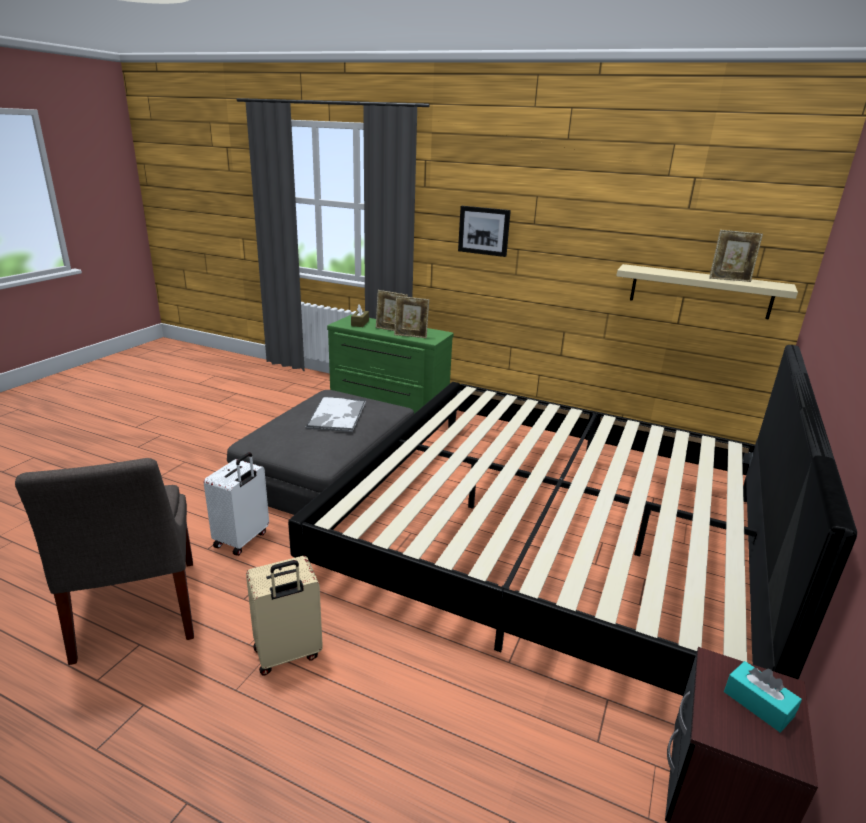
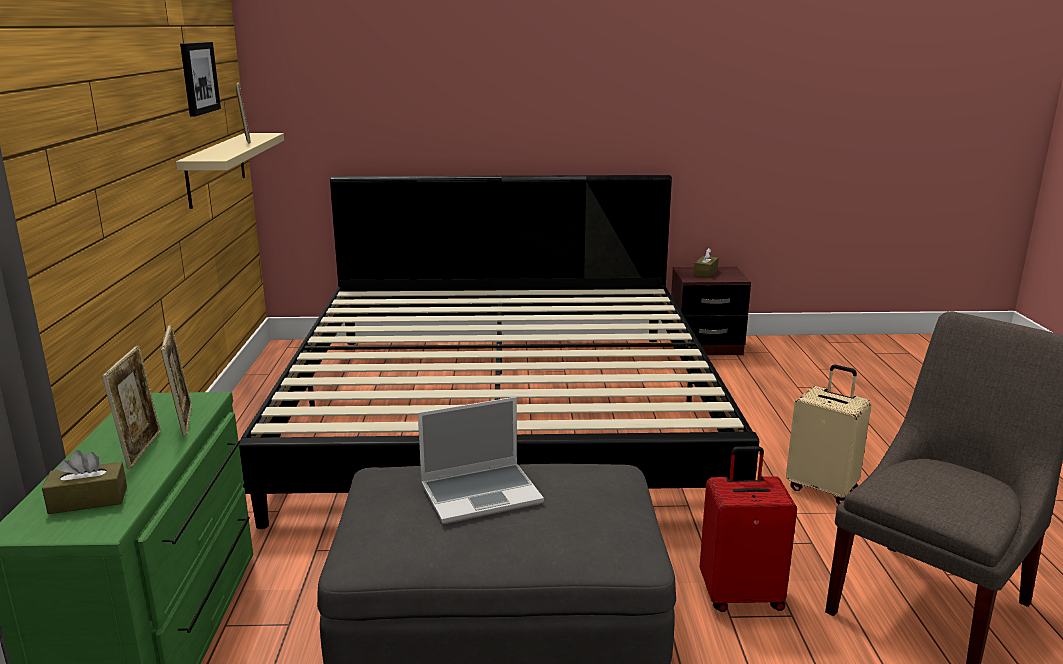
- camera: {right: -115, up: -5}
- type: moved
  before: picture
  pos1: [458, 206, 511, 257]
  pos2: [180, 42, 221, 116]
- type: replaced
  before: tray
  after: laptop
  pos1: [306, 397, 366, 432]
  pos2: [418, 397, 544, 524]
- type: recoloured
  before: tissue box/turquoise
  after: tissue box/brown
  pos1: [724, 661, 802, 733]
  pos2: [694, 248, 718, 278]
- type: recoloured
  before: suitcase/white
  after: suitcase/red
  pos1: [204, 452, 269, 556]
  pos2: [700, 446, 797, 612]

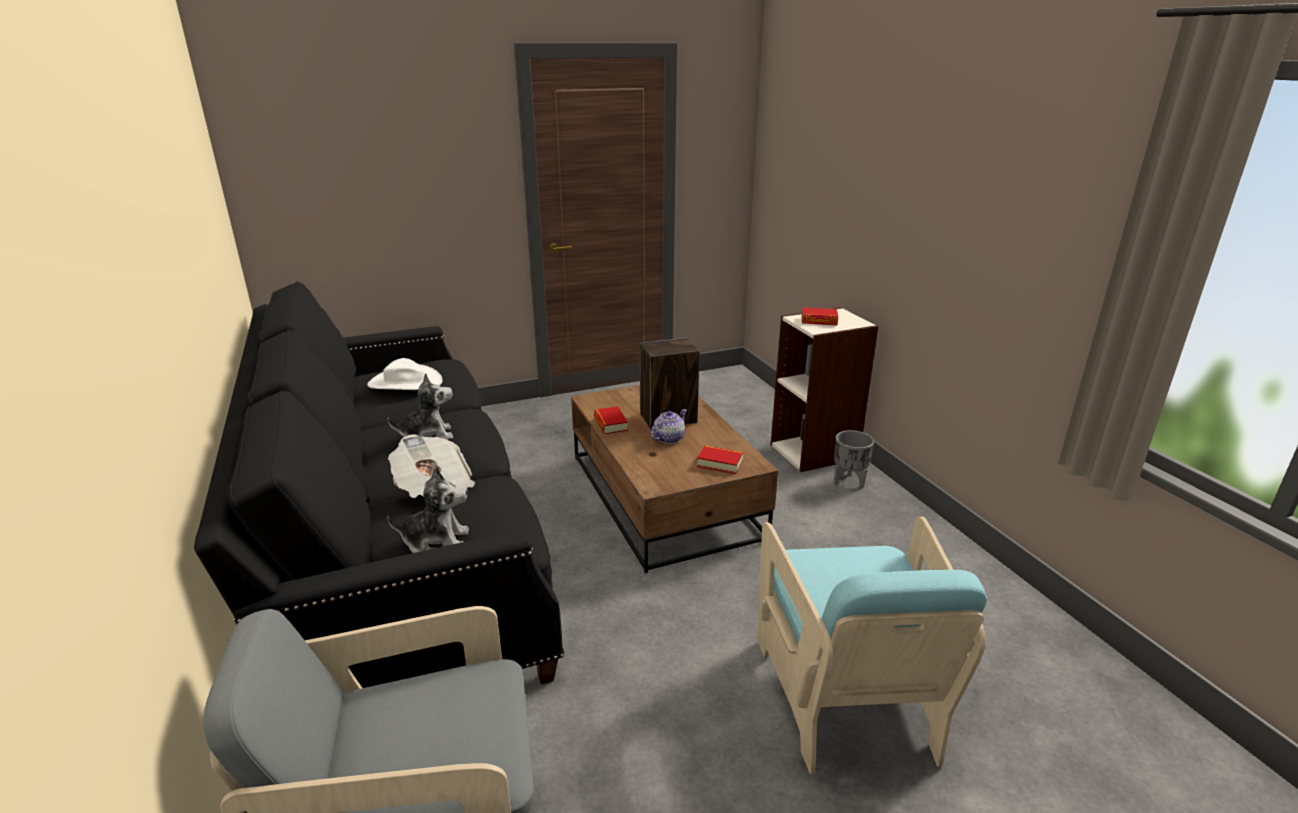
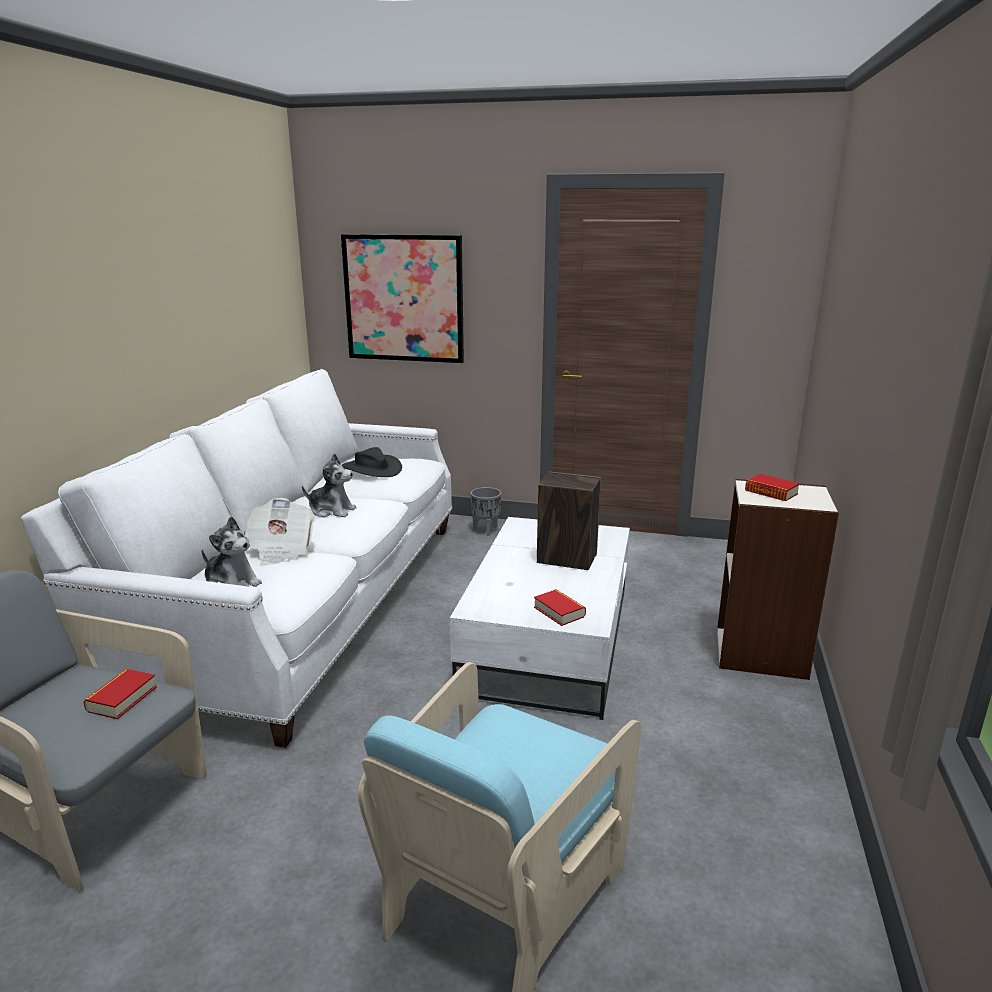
- camera: {right: 35, up: -5}
- type: recoloured
  before: sofa/black
  after: sofa/white
  pos1: [194, 282, 564, 688]
  pos2: [21, 369, 452, 748]
- type: moved
  before: book
  pos1: [594, 406, 628, 434]
  pos2: [83, 669, 157, 719]
- type: added
  after: picture
  pos2: [341, 234, 464, 363]
- type: recoloured
  before: hat/white
  after: hat/black
  pos1: [367, 358, 442, 390]
  pos2: [342, 447, 402, 477]
- type: recoloured
  before: coffee table/brown
  after: coffee table/white
  pos1: [571, 385, 778, 573]
  pos2: [450, 517, 630, 720]
- type: moved
  before: planter/grey
  pos1: [834, 430, 874, 488]
  pos2: [471, 487, 501, 536]
- type: removed
  before: teapot
  pos1: [651, 409, 687, 444]

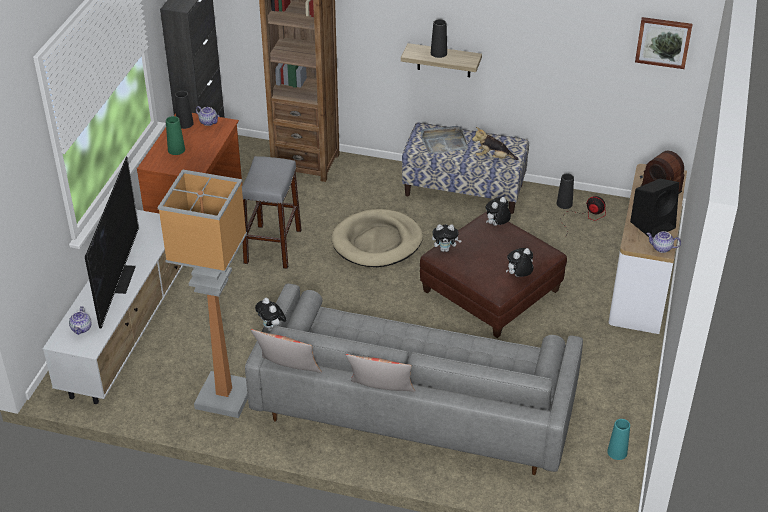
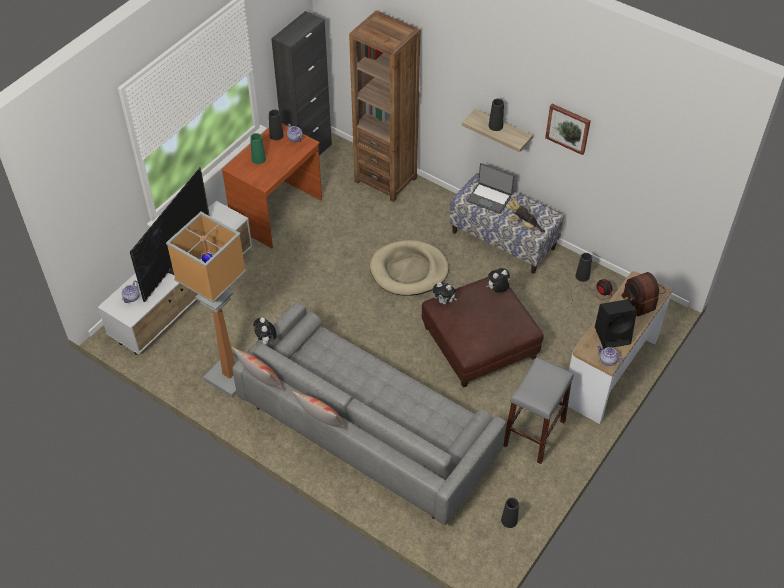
- camera: {right: 20, up: 10}
- type: replaced
  before: tray/grey
  after: laptop
  pos1: [421, 126, 468, 154]
  pos2: [467, 163, 514, 214]
- type: recoloured
  before: vase/turquoise
  after: vase/black
  pos1: [607, 419, 630, 460]
  pos2: [501, 498, 519, 528]
- type: moved
  before: stool/grey
  pos1: [242, 156, 302, 269]
  pos2: [503, 357, 574, 464]
- type: moved
  before: picture
  pos1: [635, 17, 693, 69]
  pos2: [545, 104, 591, 155]
- type: removed
  before: plush toy
  pos1: [506, 248, 533, 277]

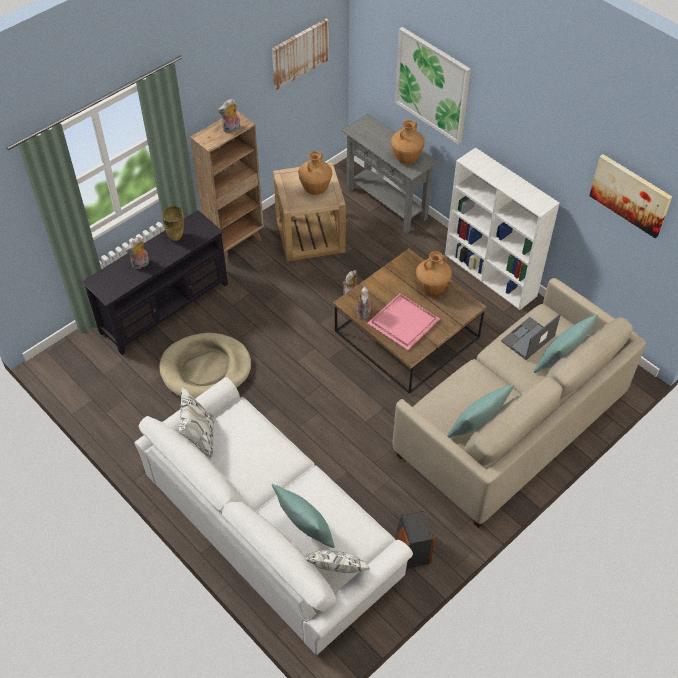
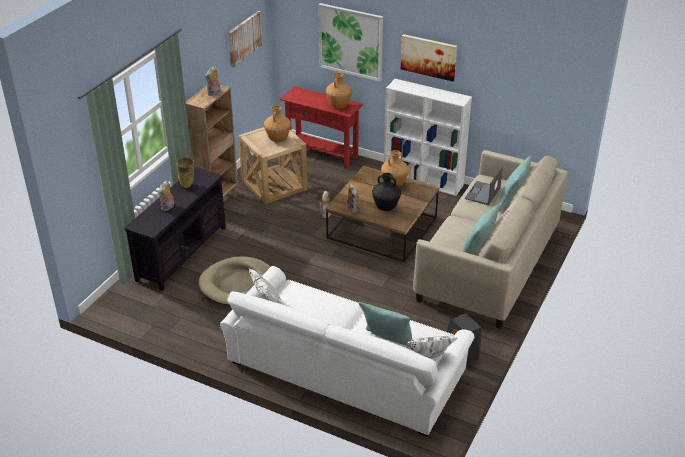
- camera: {right: -20, up: -15}
- type: recoloured
  before: console table/grey
  after: console table/red
  pos1: [342, 114, 439, 233]
  pos2: [280, 86, 363, 169]
- type: replaced
  before: tray/pink
  after: vase/black
  pos1: [368, 293, 440, 350]
  pos2: [372, 173, 401, 211]
- type: moved
  before: picture
  pos1: [589, 154, 672, 238]
  pos2: [401, 34, 457, 81]

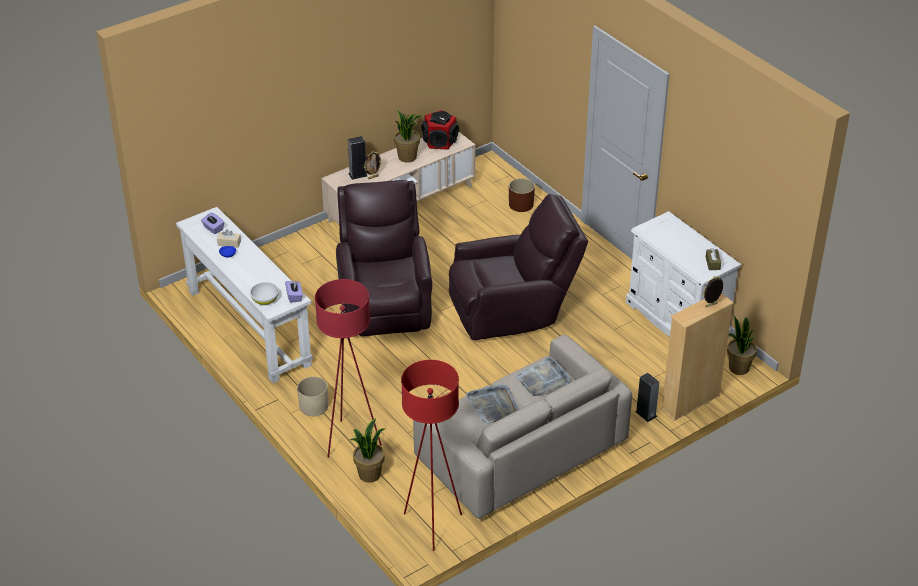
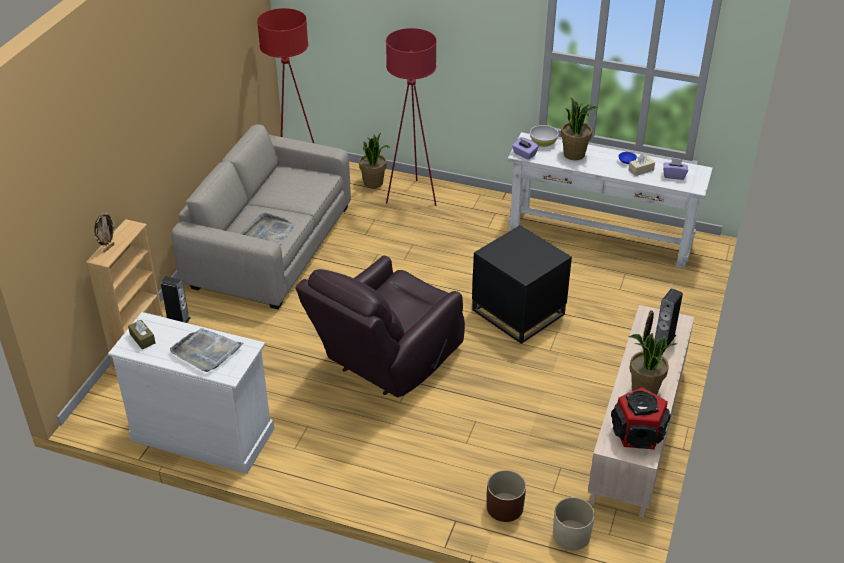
- camera: {right: 145, up: 0}
- type: moved
  before: tray/grey
  pos1: [466, 385, 519, 424]
  pos2: [170, 328, 244, 372]
- type: replaced
  before: armchair/brown
  after: side table/black
  pos1: [336, 180, 432, 336]
  pos2: [472, 225, 572, 344]
- type: moved
  before: planter/beige
  pos1: [297, 376, 328, 416]
  pos2: [553, 497, 595, 550]
- type: moved
  before: potted plant
  pos1: [727, 315, 757, 375]
  pos2: [561, 97, 598, 160]

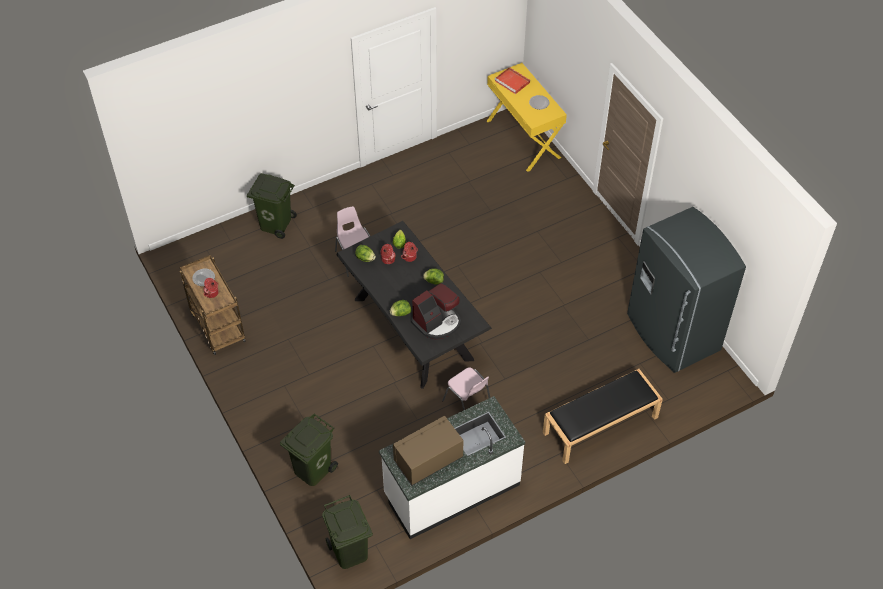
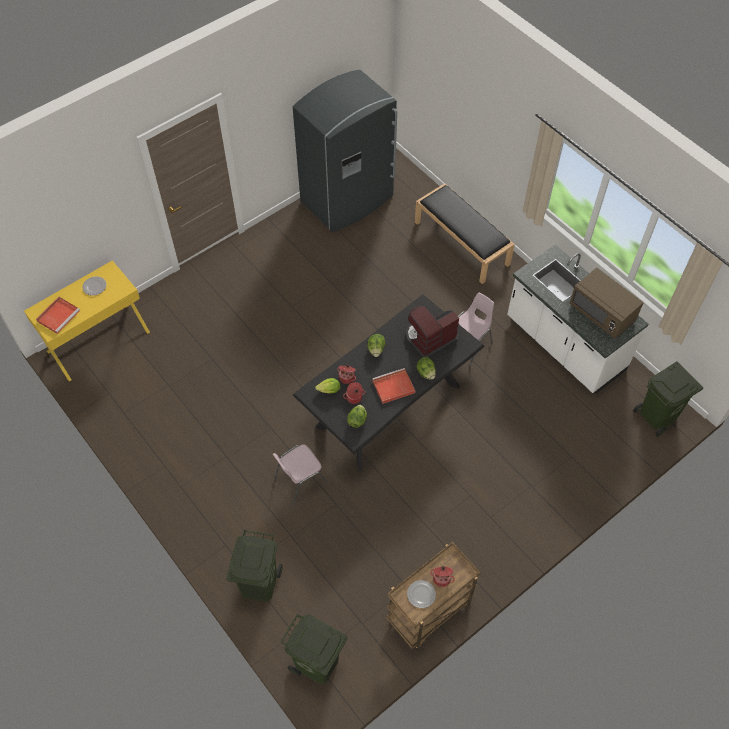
- camera: {right: -100, up: 5}
- type: moved
  before: trash can/green
  pos1: [280, 413, 338, 486]
  pos2: [280, 614, 348, 684]
- type: added
  after: tray/red
  pos2: [372, 368, 415, 404]
- type: turned
  before: coffee machine
  pos1: [411, 283, 461, 339]
  pos2: [405, 306, 459, 358]
  turn: -75

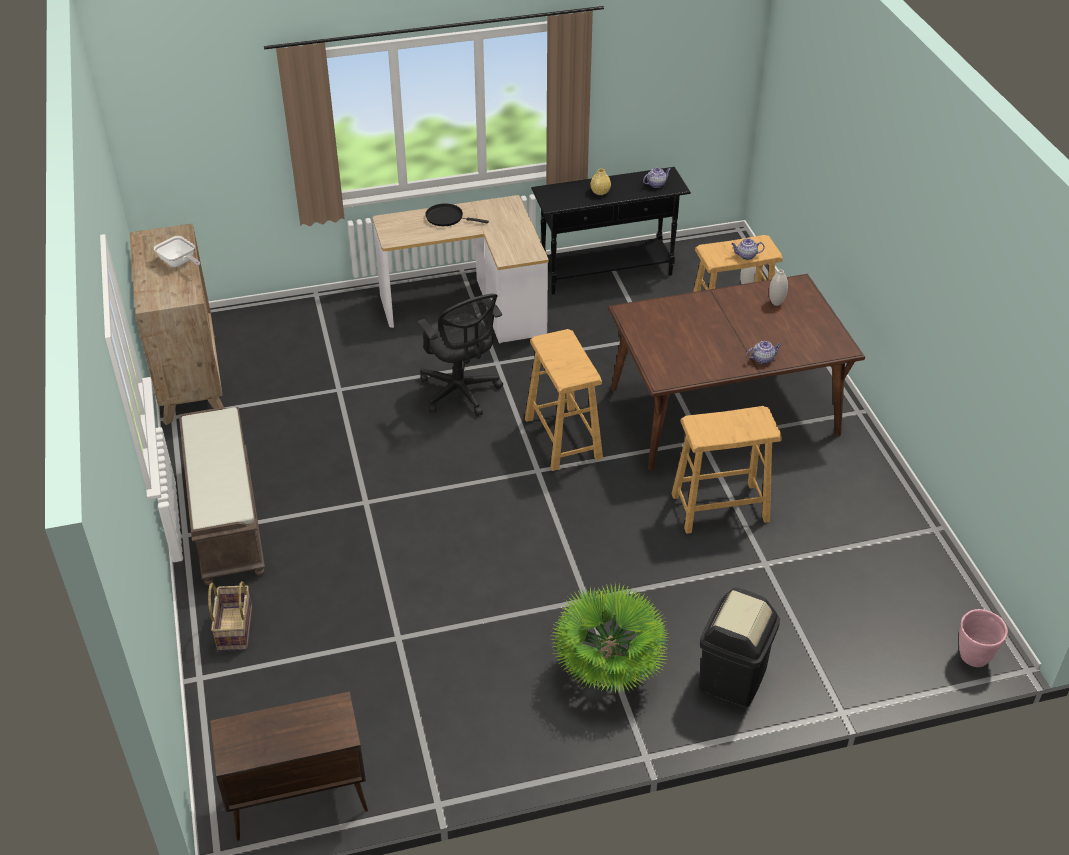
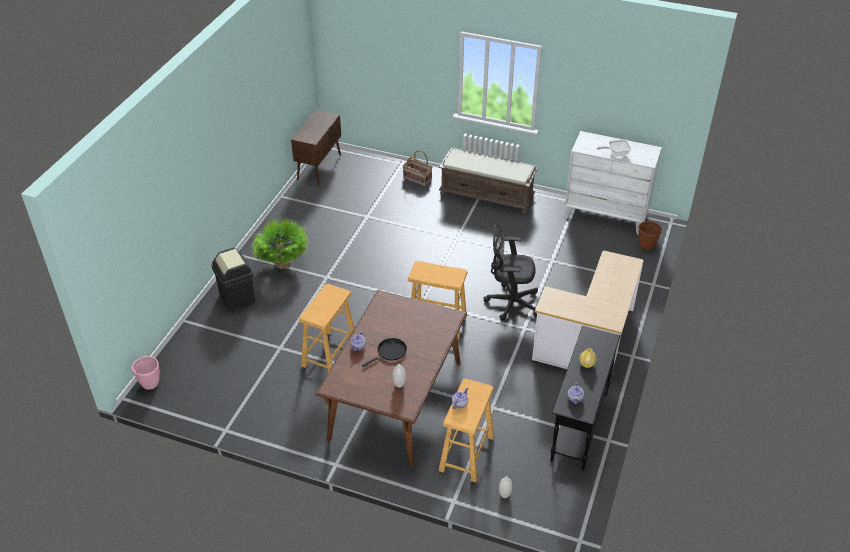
- camera: {right: 125, up: 0}
- type: moved
  before: frying pan/black
  pos1: [425, 203, 489, 226]
  pos2: [362, 338, 407, 367]
- type: recoloured
  before: dresser/brown
  after: dresser/white
  pos1: [129, 223, 224, 425]
  pos2: [565, 131, 662, 235]
- type: added
  after: planter/brown
  pos2: [638, 221, 662, 250]

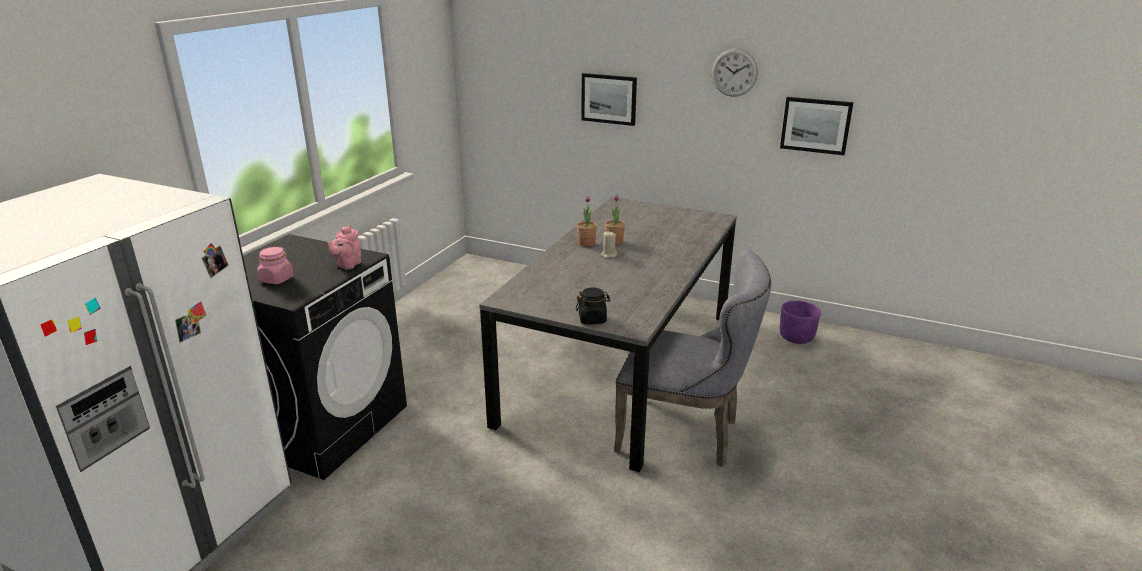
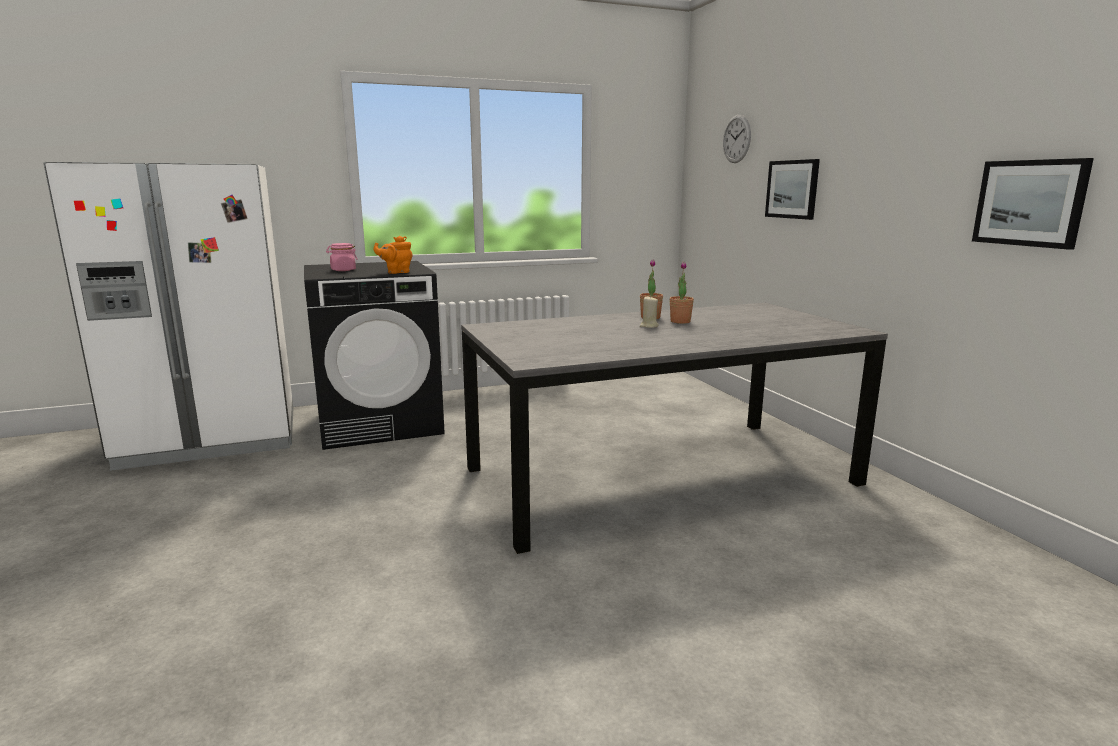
- camera: {right: 45, up: -10}
- type: recoloured
  before: teapot/pink
  after: teapot/orange
  pos1: [328, 225, 361, 270]
  pos2: [374, 236, 413, 274]
- type: moved
  before: wall clock
  pos1: [711, 48, 758, 97]
  pos2: [723, 115, 751, 163]
- type: removed
  before: jar/black
  pos1: [576, 288, 611, 324]
- type: removed
  before: chair/grey
  pos1: [614, 249, 771, 467]
- type: removed
  before: planter/purple
  pos1: [780, 300, 821, 344]

